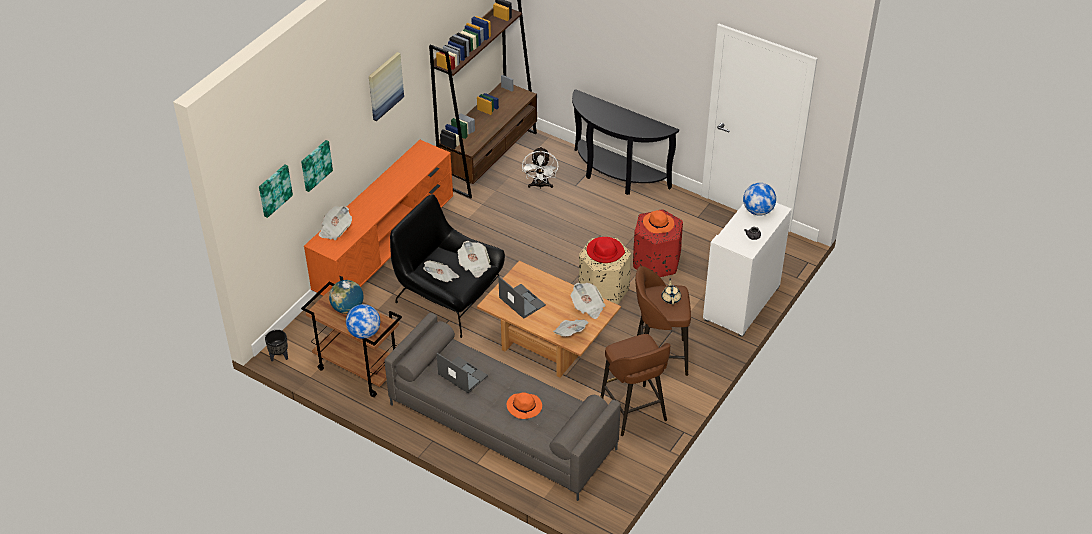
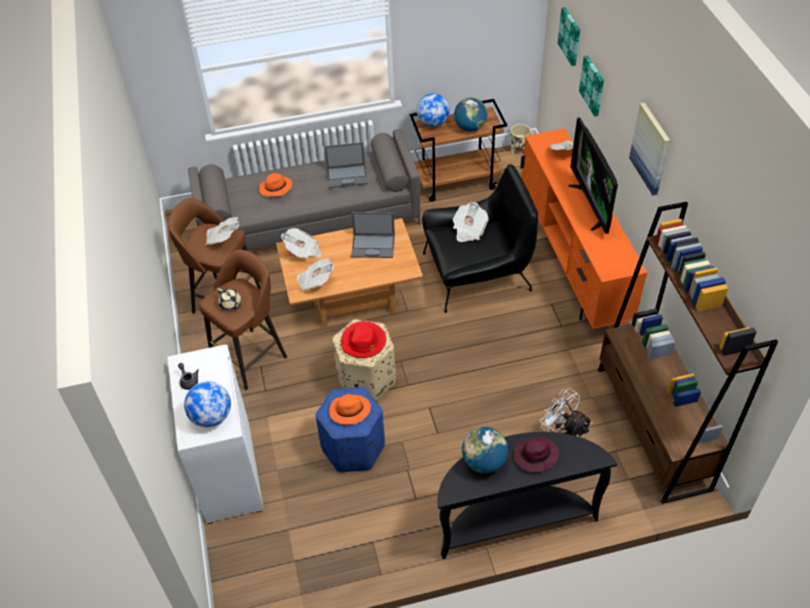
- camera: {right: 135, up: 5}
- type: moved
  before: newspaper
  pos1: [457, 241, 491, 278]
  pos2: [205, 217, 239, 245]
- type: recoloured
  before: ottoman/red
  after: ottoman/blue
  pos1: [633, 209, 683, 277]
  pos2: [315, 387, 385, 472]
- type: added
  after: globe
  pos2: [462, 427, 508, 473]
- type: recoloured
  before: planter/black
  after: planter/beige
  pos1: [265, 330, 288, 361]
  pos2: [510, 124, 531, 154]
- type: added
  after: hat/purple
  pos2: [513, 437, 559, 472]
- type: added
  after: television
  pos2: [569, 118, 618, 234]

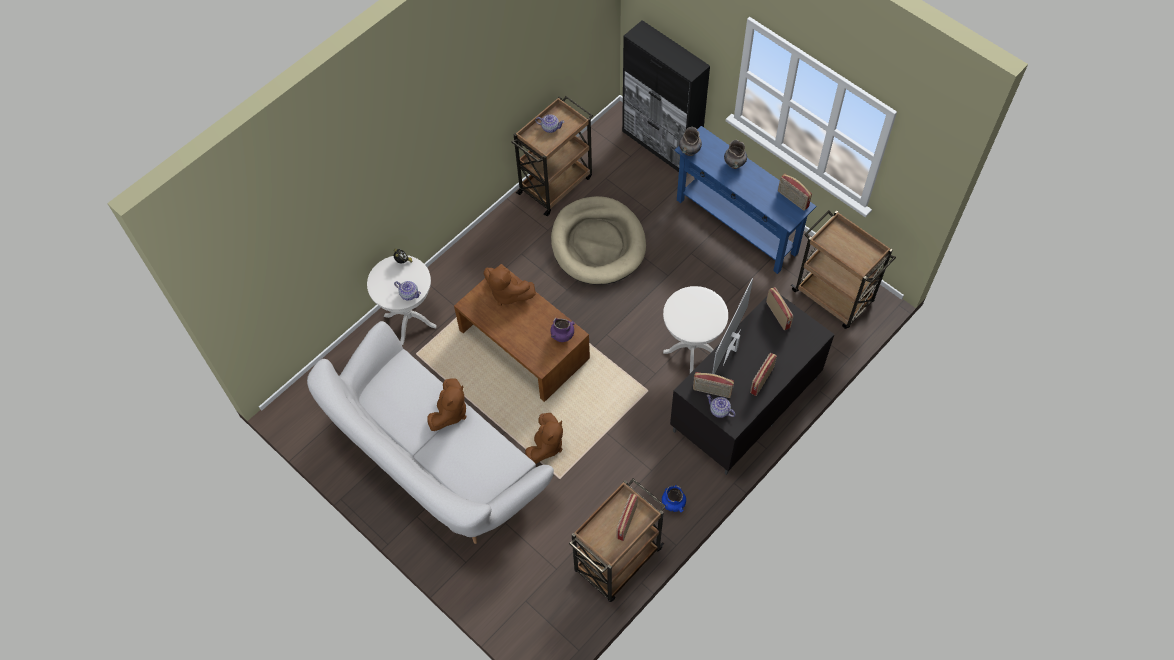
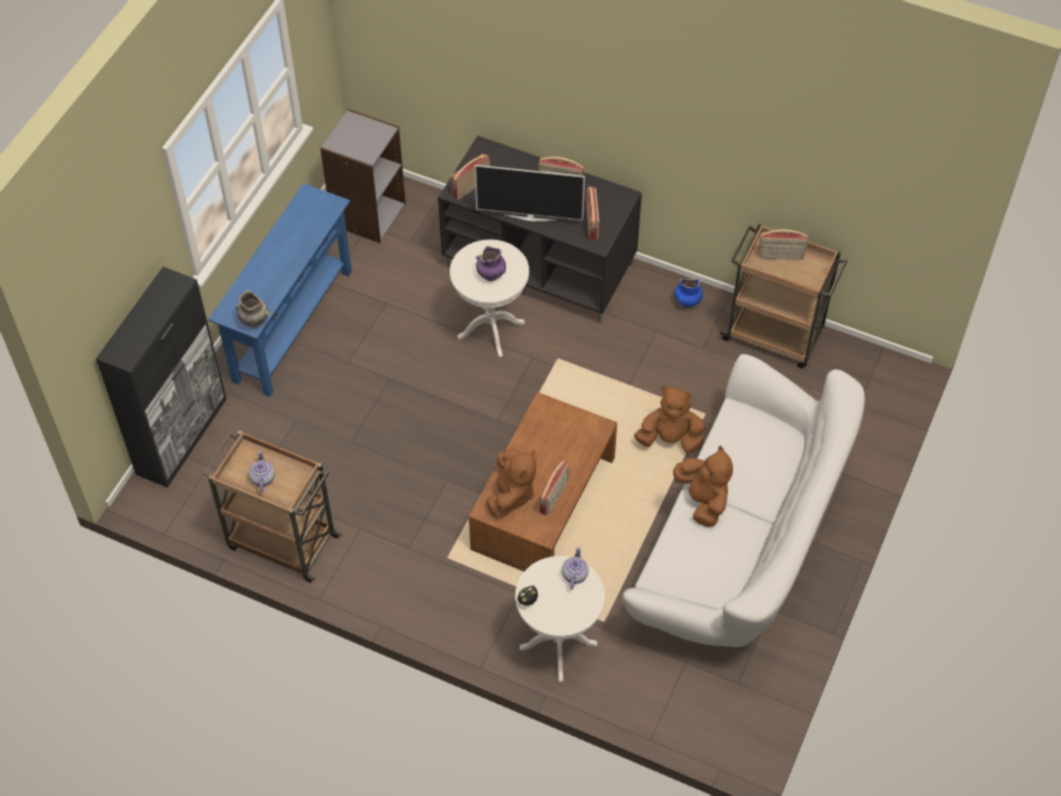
- camera: {right: -110, up: -5}
- type: replaced
  before: cart/brown
  after: bookcase/grey
  pos1: [791, 210, 896, 329]
  pos2: [320, 109, 406, 243]
- type: moved
  before: vase/purple
  pos1: [551, 318, 575, 342]
  pos2: [475, 246, 506, 281]
- type: moved
  before: radio
  pos1: [778, 174, 812, 211]
  pos2: [539, 460, 569, 516]
- type: turned
  before: plush toy/brown
  pos1: [427, 378, 467, 431]
  pos2: [673, 446, 733, 527]
  turn: 60
- type: removed
  before: dog bed/beige
  pos1: [551, 196, 646, 284]
- type: removed
  before: teapot
  pos1: [707, 395, 736, 418]
- type: removed
  before: vase/grey
  pos1: [724, 140, 747, 169]

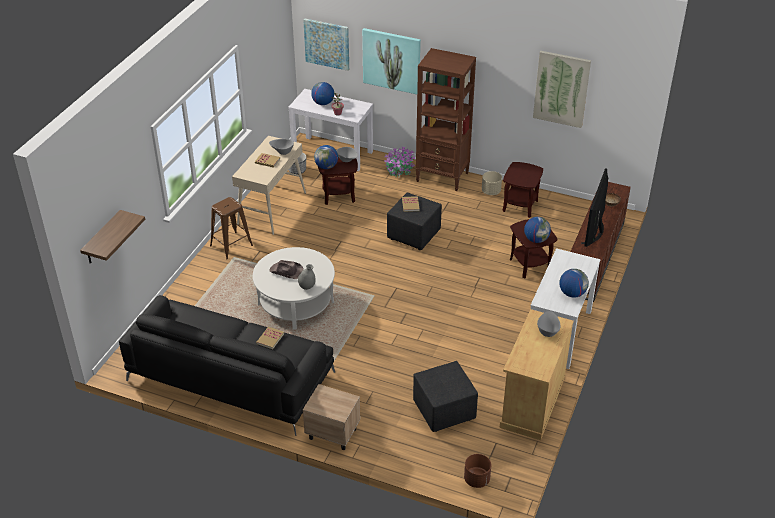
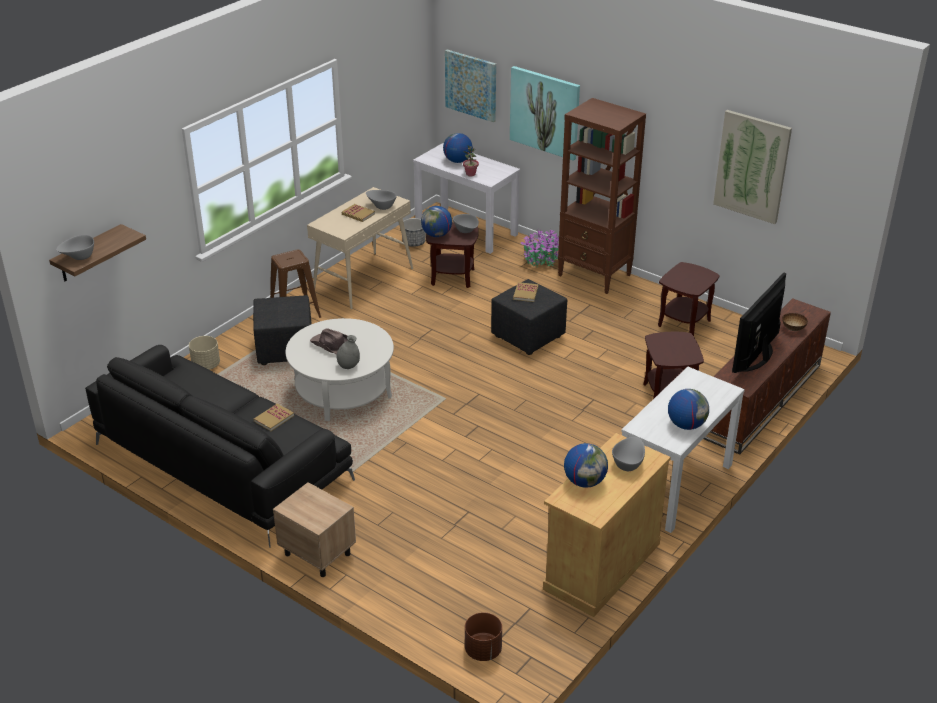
- camera: {right: 15, up: -5}
- type: added
  after: bowl/grey
  pos2: [56, 235, 94, 260]
- type: moved
  before: planter/beige
  pos1: [482, 171, 502, 195]
  pos2: [189, 336, 220, 370]
- type: moved
  before: ottoman/black
  pos1: [413, 361, 478, 432]
  pos2: [253, 295, 312, 365]
- type: moved
  before: globe
  pos1: [524, 217, 551, 243]
  pos2: [564, 443, 608, 488]

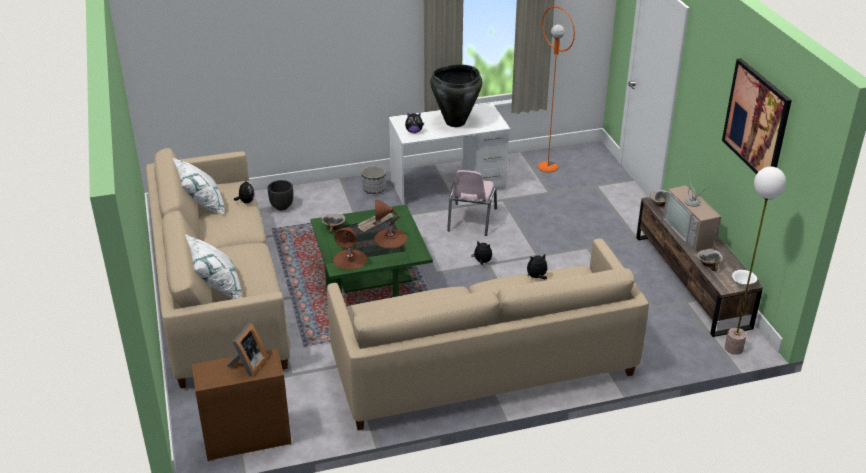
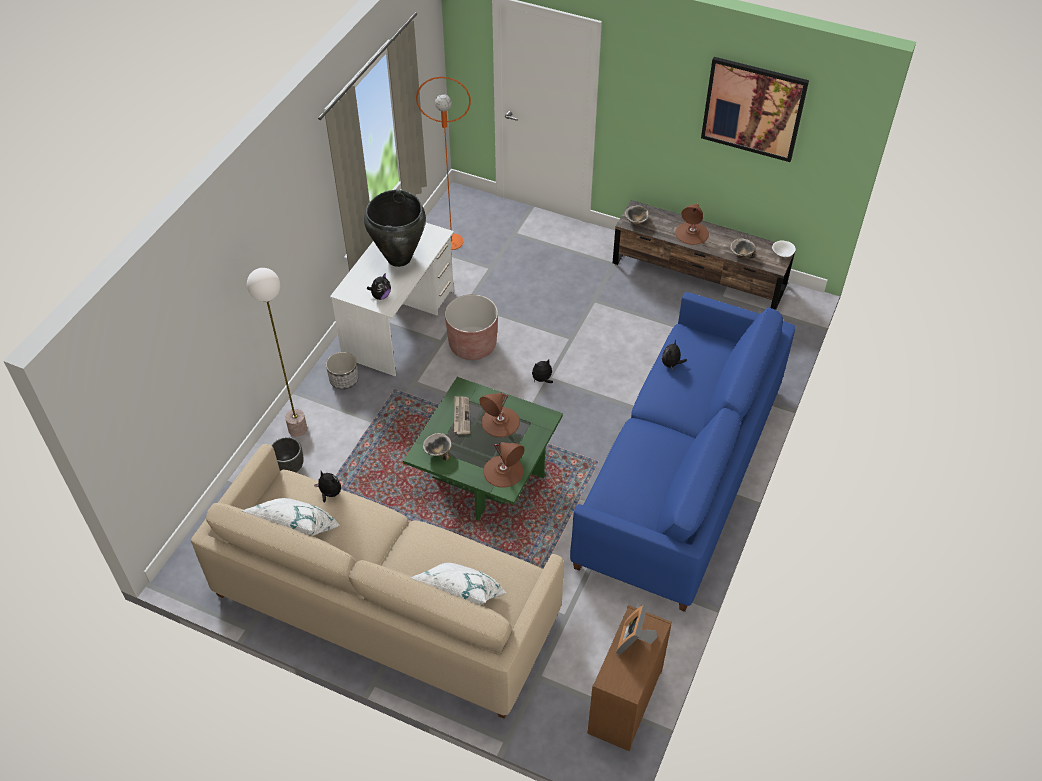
- camera: {right: -50, up: 15}
- type: moved
  before: floor lamp
  pos1: [725, 167, 786, 355]
  pos2: [247, 268, 307, 437]
- type: replaced
  before: chair/pink
  after: planter/brown
  pos1: [447, 170, 497, 236]
  pos2: [445, 294, 498, 360]
- type: recoloured
  before: sofa/beige
  after: sofa/blue
  pos1: [327, 239, 649, 430]
  pos2: [570, 292, 796, 612]
- type: turned
  before: picture frame
  pos1: [227, 323, 268, 377]
  pos2: [616, 605, 657, 655]
  turn: -135
- type: replaced
  before: television
  after: table lamp/brown
  pos1: [663, 166, 721, 252]
  pos2: [675, 203, 709, 245]

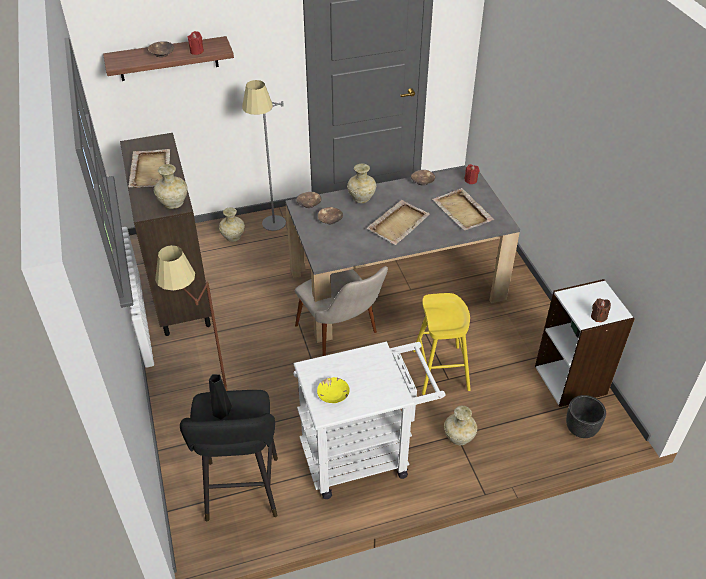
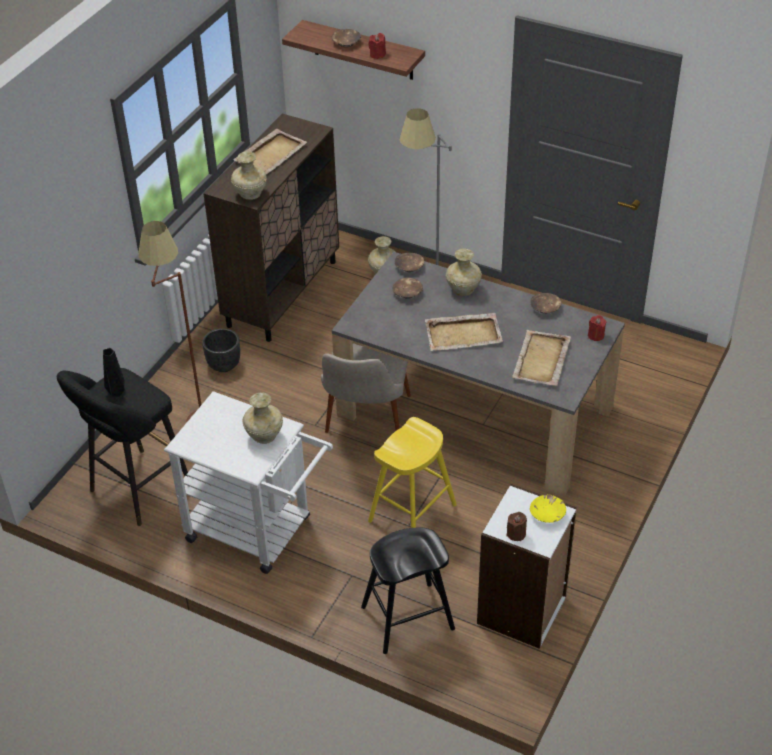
- camera: {right: 45, up: 0}
- type: moved
  before: planter/black
  pos1: [566, 395, 606, 438]
  pos2: [202, 328, 240, 372]
- type: moved
  before: vase/beige
  pos1: [444, 406, 477, 445]
  pos2: [243, 392, 283, 444]
- type: added
  after: stool/black
  pos2: [361, 528, 455, 654]
- type: moved
  before: bowl/yellow
  pos1: [317, 377, 350, 403]
  pos2: [530, 495, 566, 523]

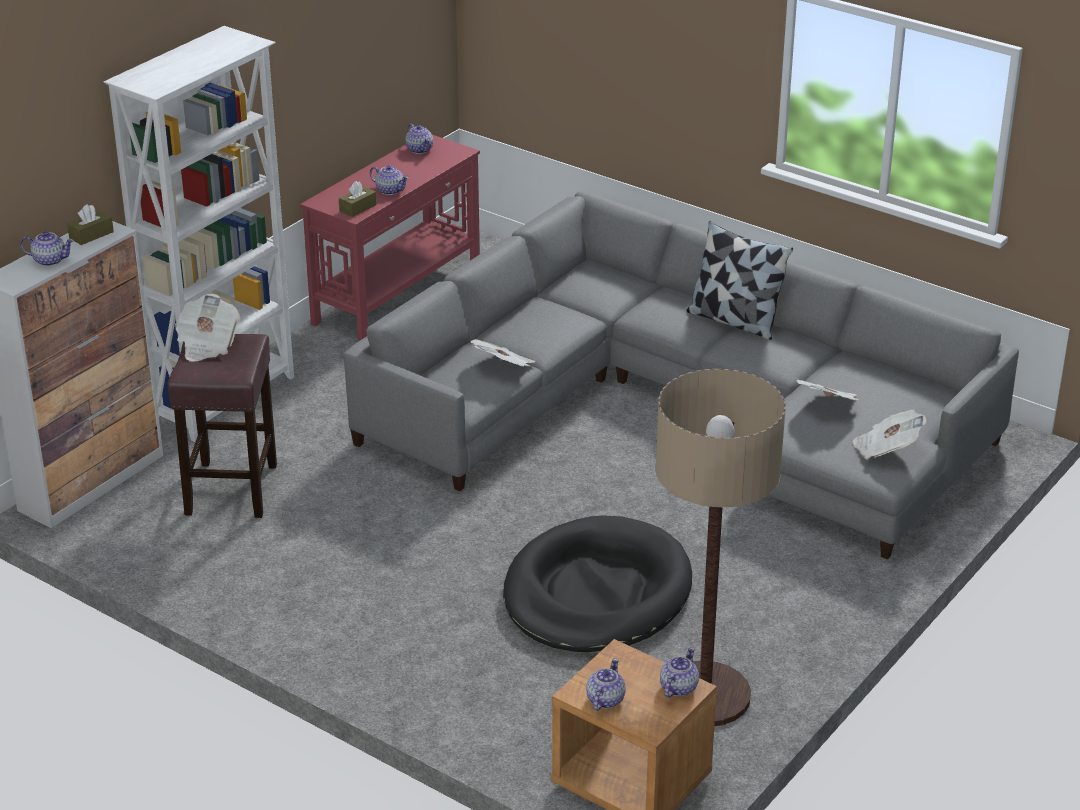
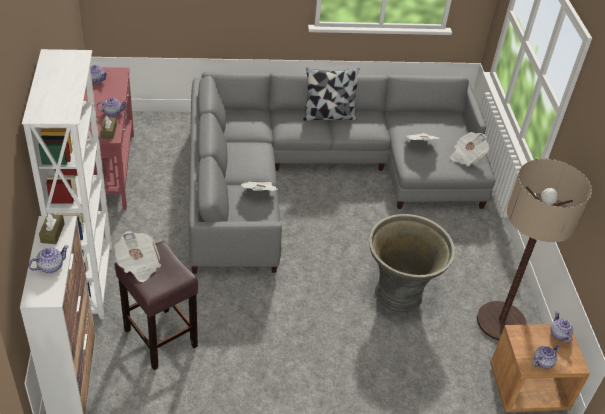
- camera: {right: -45, up: 10}
- type: replaced
  before: dog bed/black
  after: planter/grey
  pos1: [503, 515, 692, 652]
  pos2: [369, 214, 455, 312]
- type: turned
  before: teapot
  pos1: [586, 658, 626, 711]
  pos2: [533, 344, 561, 369]
  turn: 75

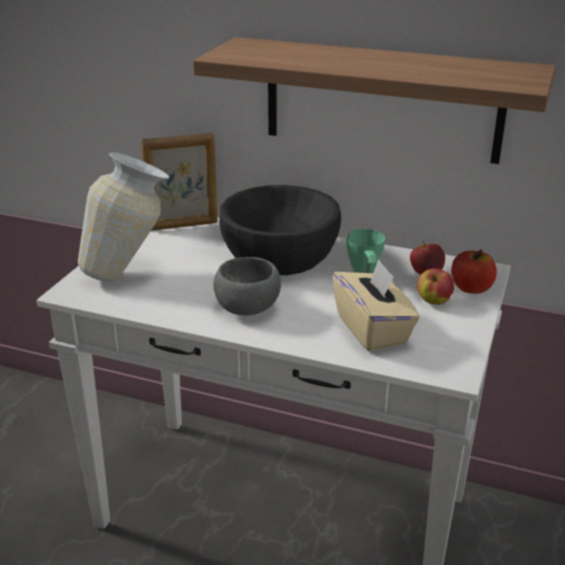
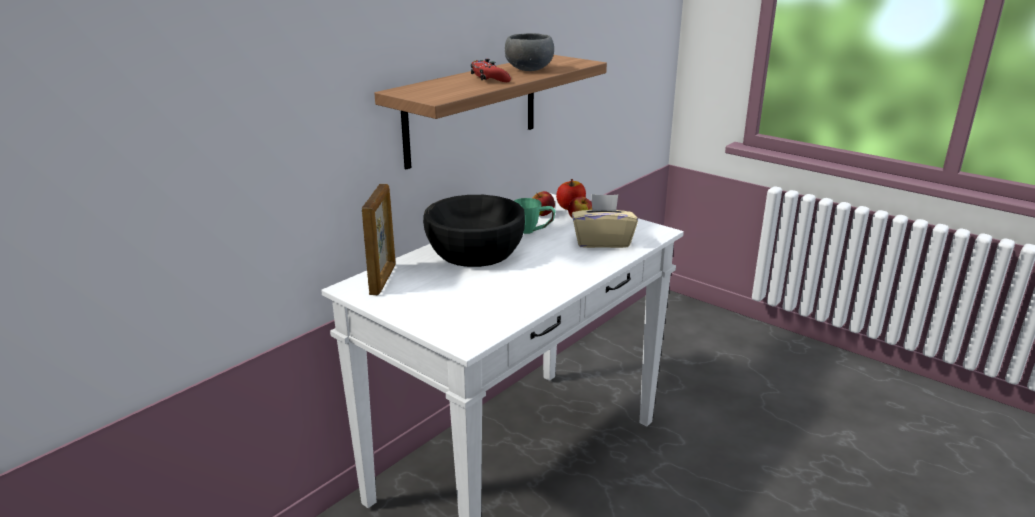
- camera: {right: -70, up: -5}
- type: added
  after: game controller/red
  pos2: [471, 59, 511, 82]
- type: moved
  before: bowl/grey
  pos1: [214, 257, 281, 316]
  pos2: [505, 33, 554, 71]
- type: removed
  before: vase
  pos1: [78, 152, 169, 282]

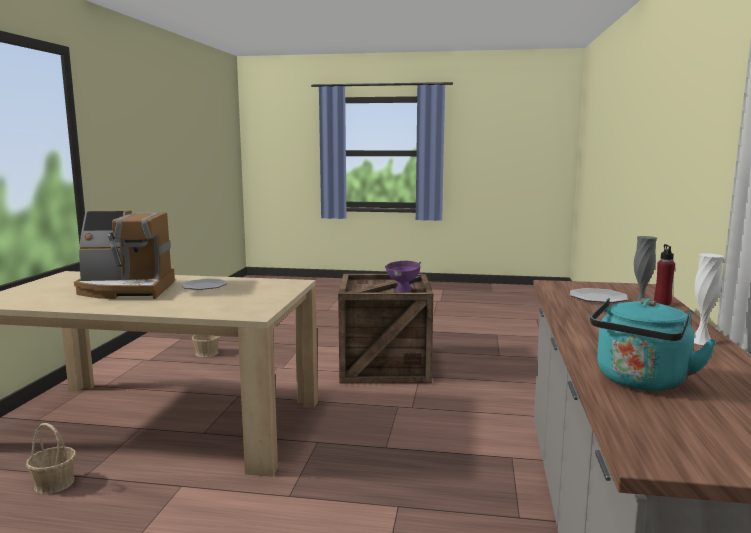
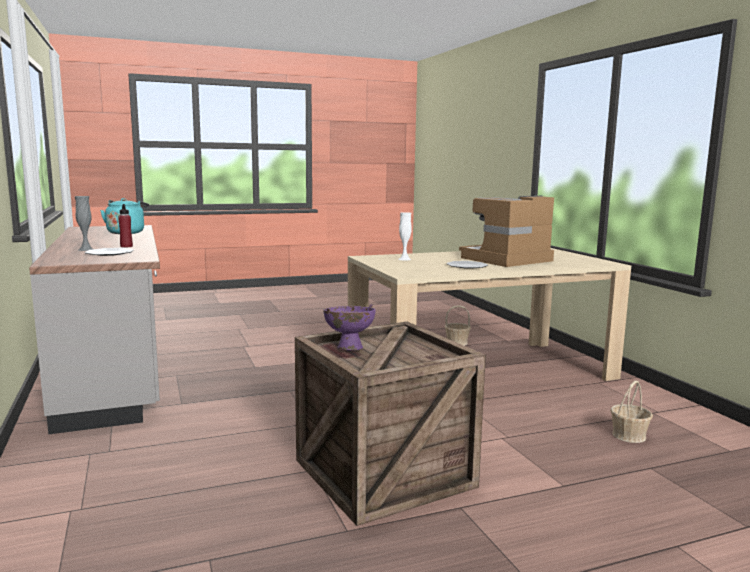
- camera: {right: 150, up: 0}
- type: moved
  before: bottle/red
  pos1: [654, 244, 675, 305]
  pos2: [118, 204, 133, 247]
- type: moved
  before: vase/white
  pos1: [694, 253, 724, 345]
  pos2: [398, 212, 412, 261]

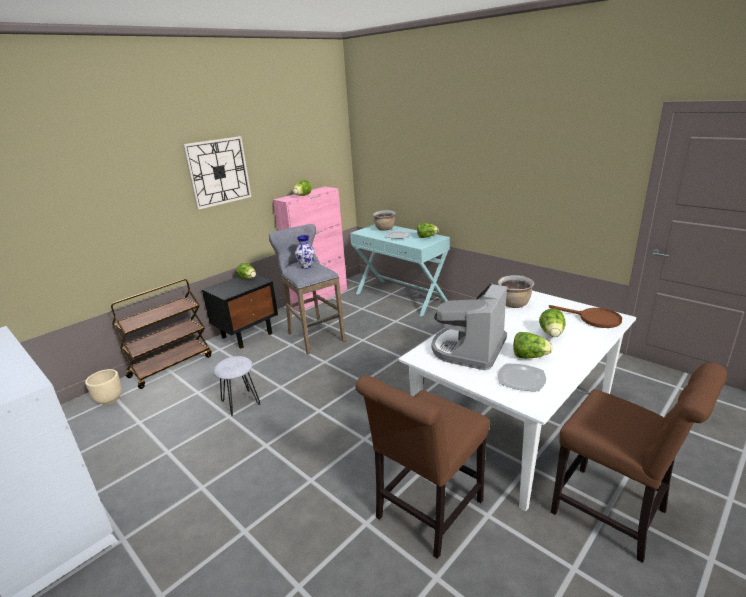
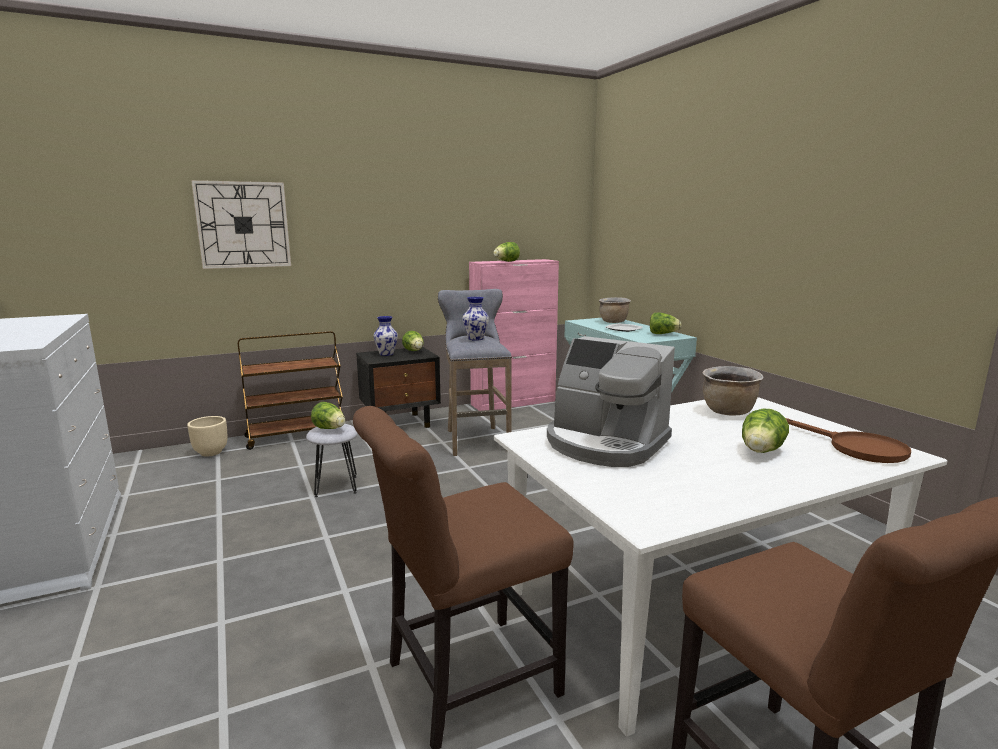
- camera: {right: 20, up: -10}
- type: moved
  before: wall clock
  pos1: [183, 136, 251, 210]
  pos2: [191, 180, 291, 269]
- type: moved
  before: lettuce
  pos1: [513, 332, 553, 359]
  pos2: [311, 402, 345, 429]
- type: added
  after: vase
  pos2: [374, 316, 398, 356]
- type: turned
  before: coffee machine
  pos1: [432, 283, 507, 370]
  pos2: [547, 336, 675, 467]
  turn: -105
- type: removed
  before: plate
  pos1: [498, 364, 546, 391]

